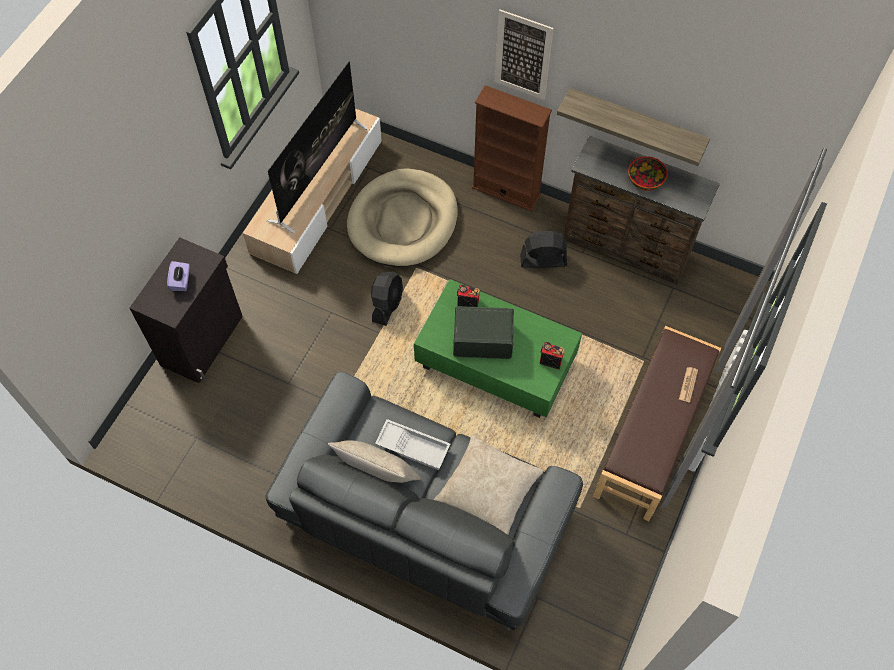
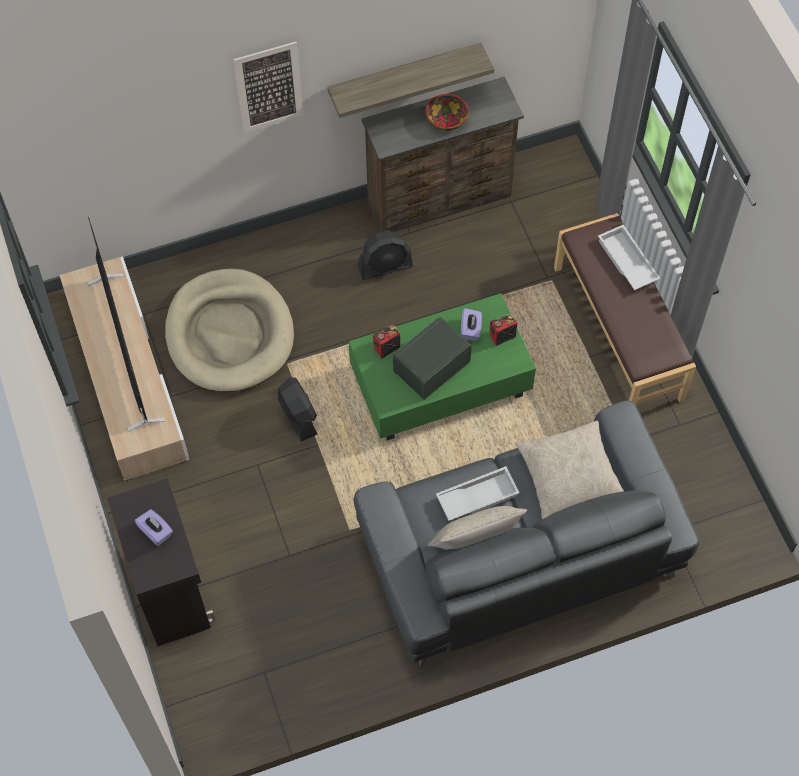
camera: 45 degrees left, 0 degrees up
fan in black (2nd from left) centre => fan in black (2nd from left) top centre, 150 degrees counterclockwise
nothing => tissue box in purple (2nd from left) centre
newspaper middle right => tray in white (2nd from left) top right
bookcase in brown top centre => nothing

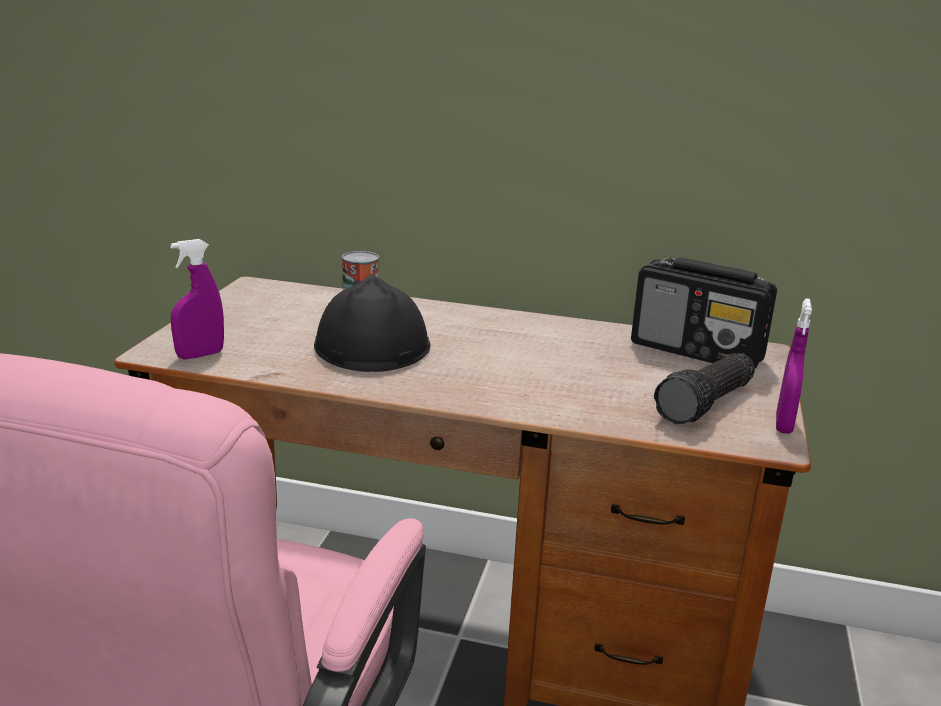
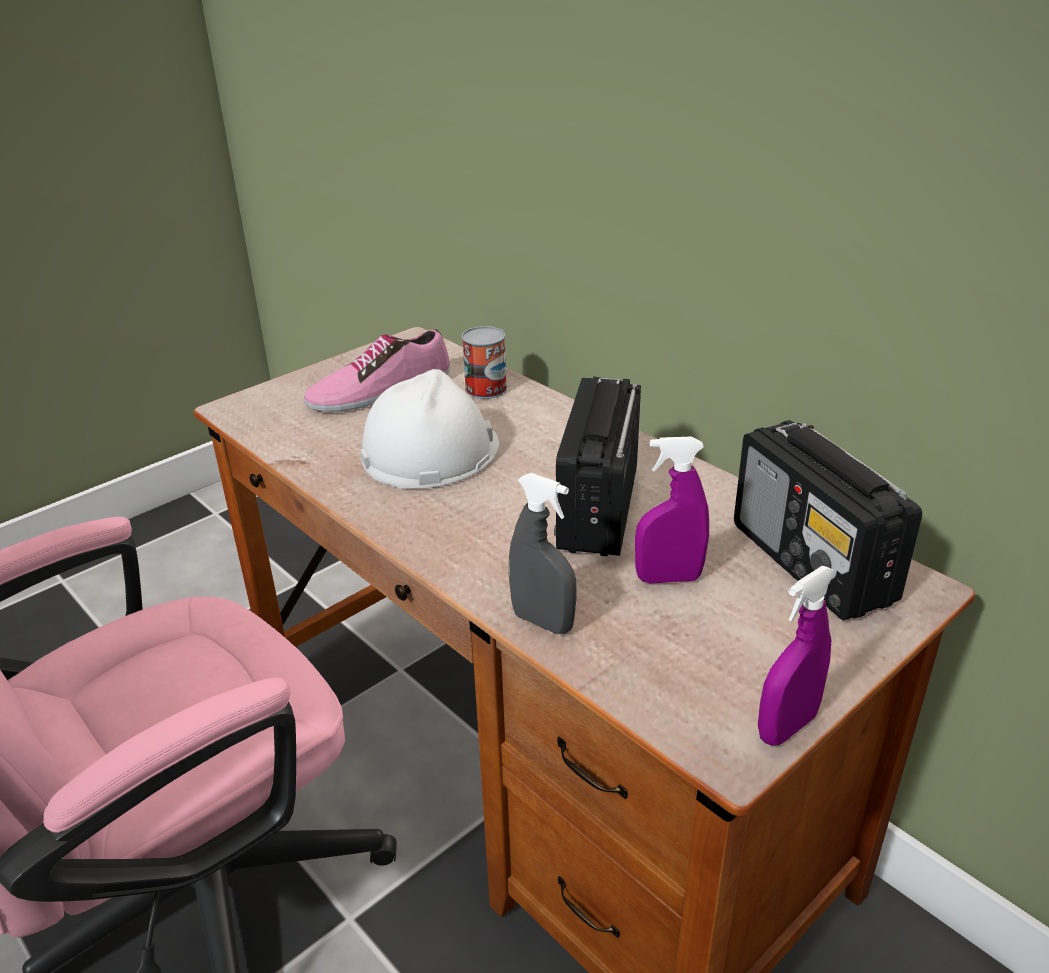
camera: 35 degrees right, 10 degrees up
nothing => shoe centre
hard hat in black centre => hard hat in white centre
nothing => spray bottle in grey centre
nothing => radio (1st from left) centre
spray bottle in purple (1st from left) middle left => spray bottle in purple (1st from left) centre, moved
flashlight middle right => nothing

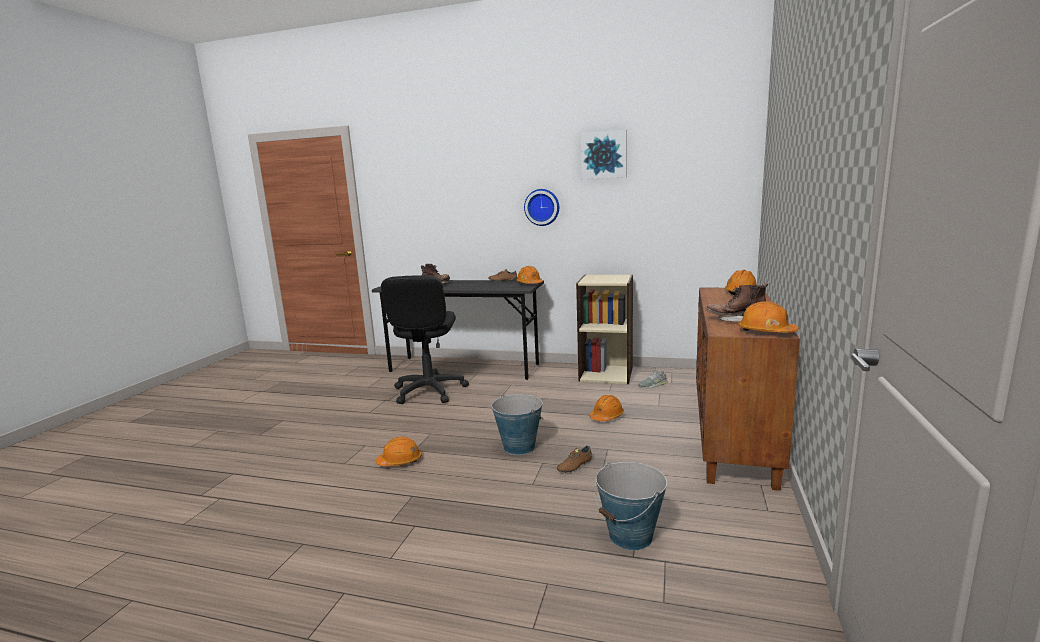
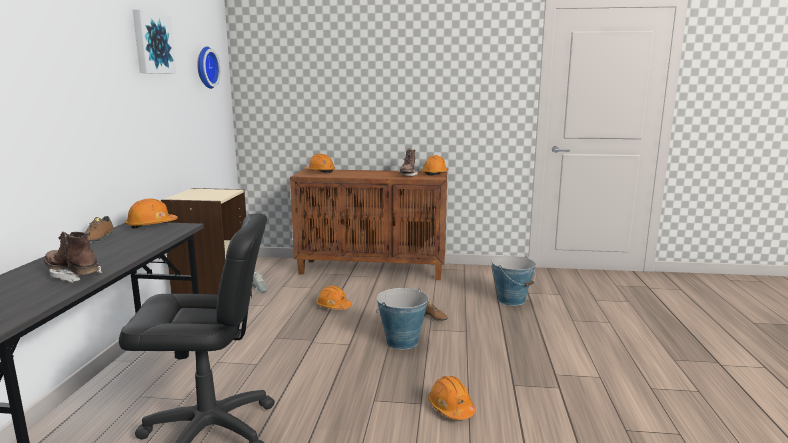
camera: 100 degrees left, 0 degrees up
wall clock top centre => wall clock top left, moved

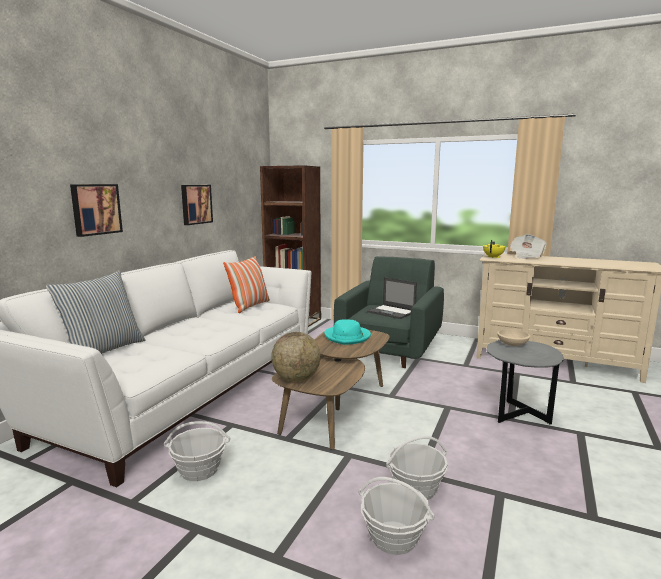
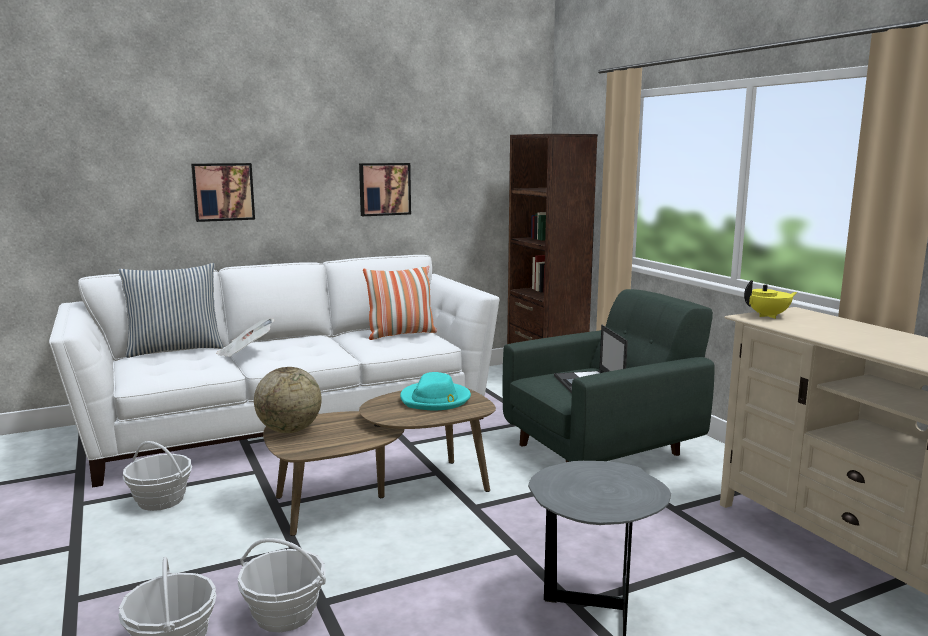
camera: 40 degrees right, 0 degrees up
newspaper middle right => newspaper middle left, moved
bowl in beige middle right => nothing

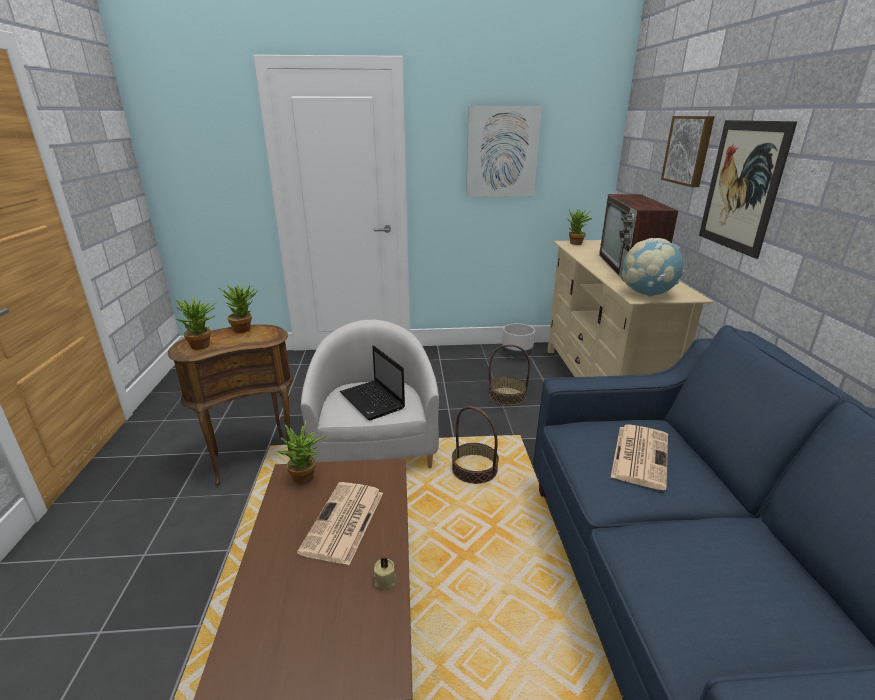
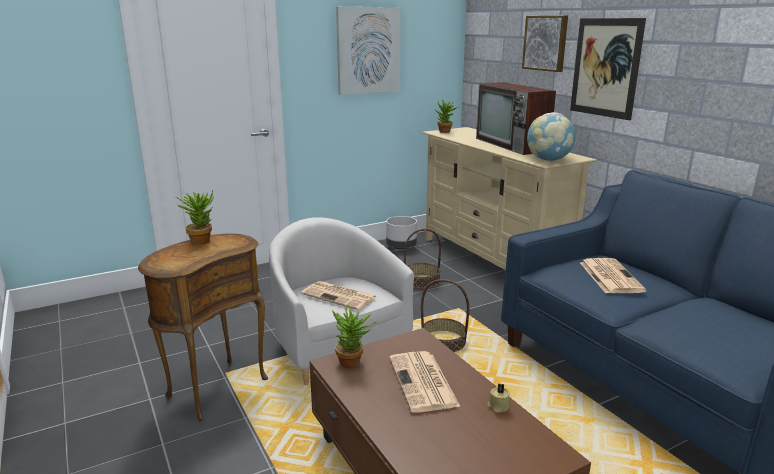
camera: 25 degrees left, 5 degrees down
laptop centre => newspaper (1st from left) centre
potted plant (1st from left) middle left => nothing

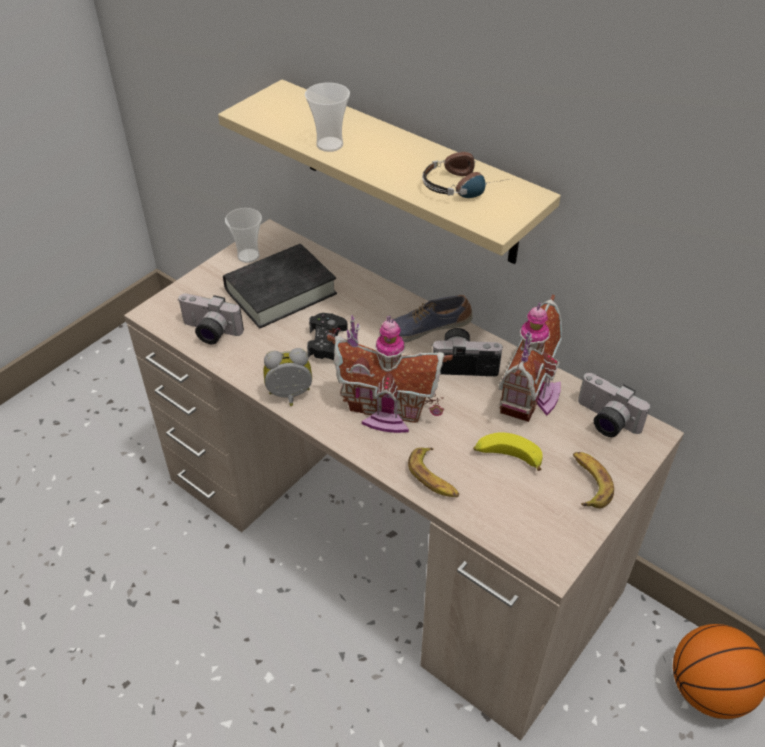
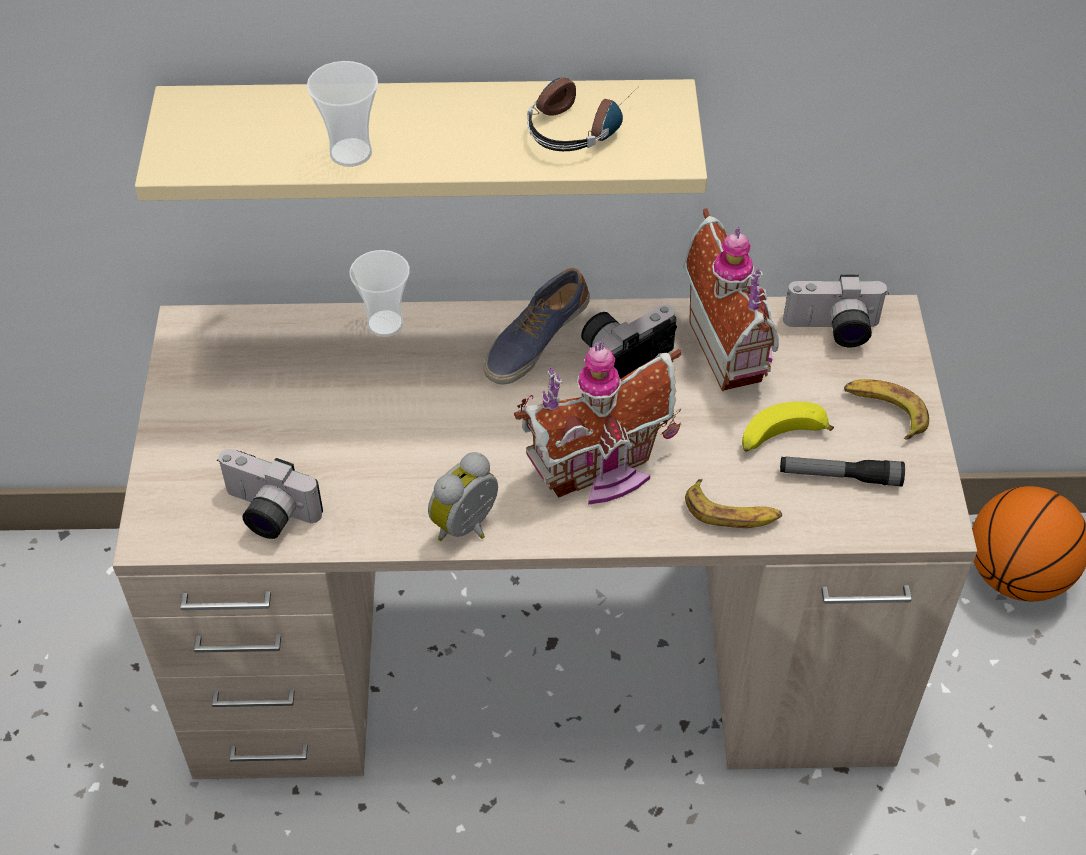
camera: 40 degrees left, 5 degrees up
photo camera (1st from left) middle left, 45 degrees clockwise
cup (1st from left in the first image) top left => cup (2nd from left) centre, moved
nothing => flashlight middle right
book in black centre => nothing
game controller in black centre => nothing

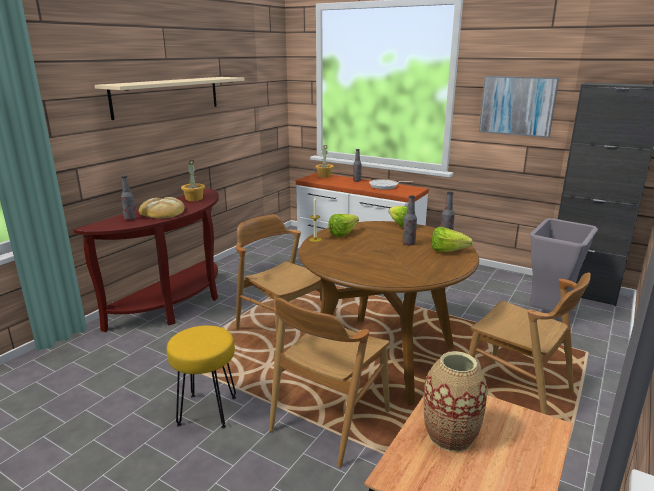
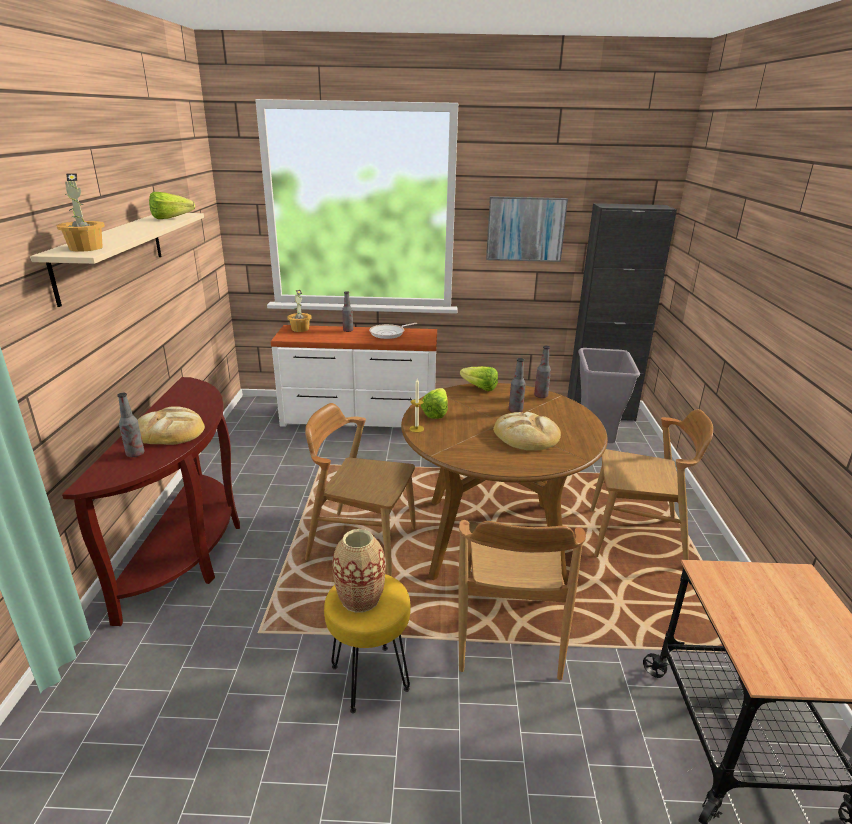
camera: 30 degrees left, 5 degrees up
potted plant (1st from left) middle left => potted plant (1st from left) top left, moved
lettuce (3rd from left in the first image) middle right => lettuce (1st from left) top left, moved
vase bottom right => vase bottom centre, moved
nothing => bread (2nd from left) centre

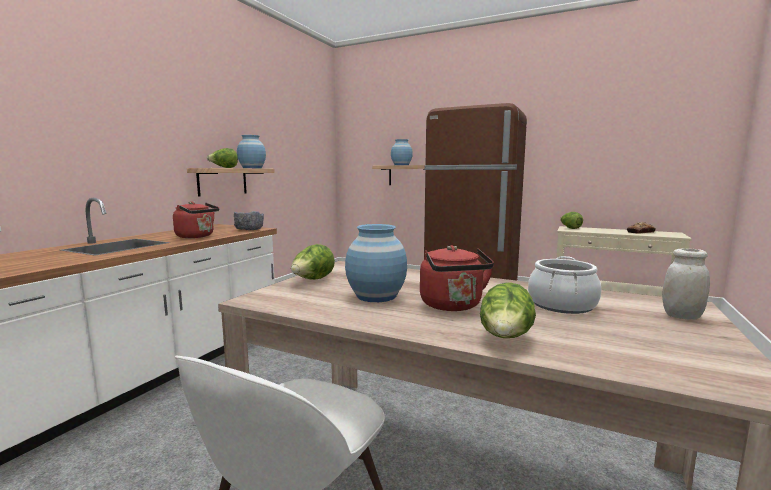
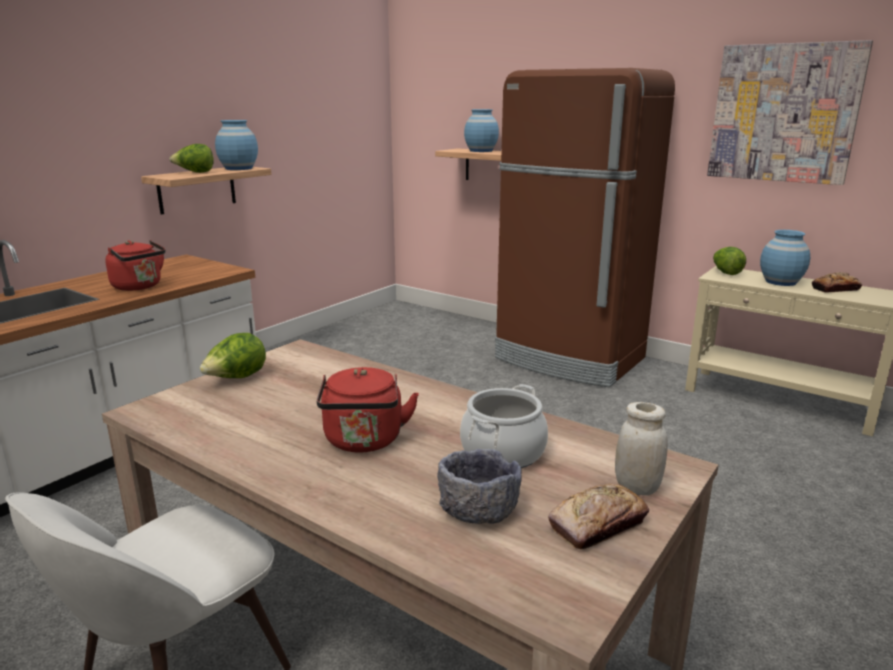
camera: 10 degrees right, 10 degrees up
bowl in grey middle left => bowl in grey bottom centre, moved
nothing => bread (1st from left) bottom right
nothing => picture top right
vase in blue (2nd from left in the first image) centre => vase in blue (3rd from left) middle right, moved
lettuce (3rd from left) centre => nothing

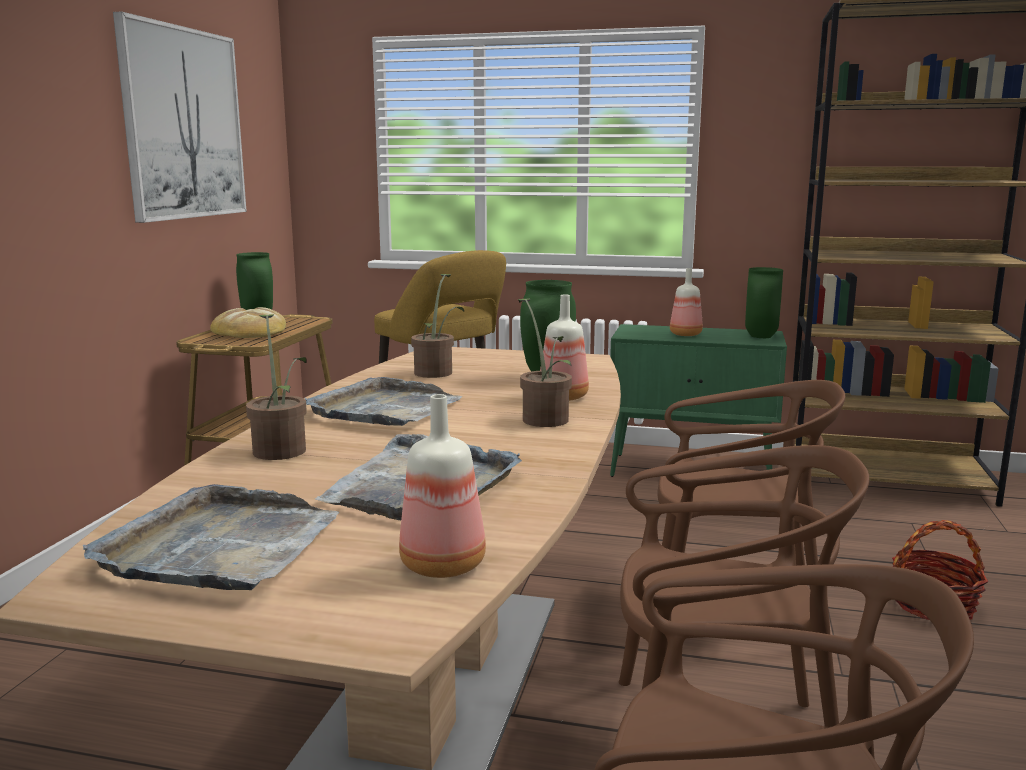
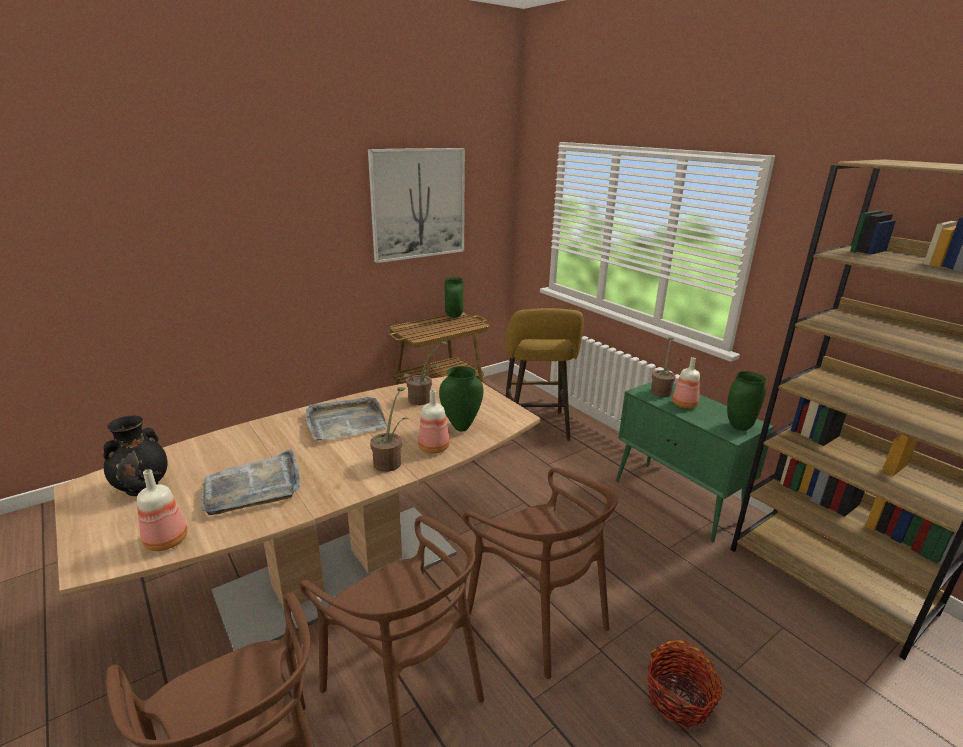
camera: 40 degrees right, 10 degrees up
tray in grey (1st from left) bottom left => vase in black middle left
potted plant (1st from left in the first image) middle left => potted plant (3rd from left) middle right, moved
bread middle left => nothing

